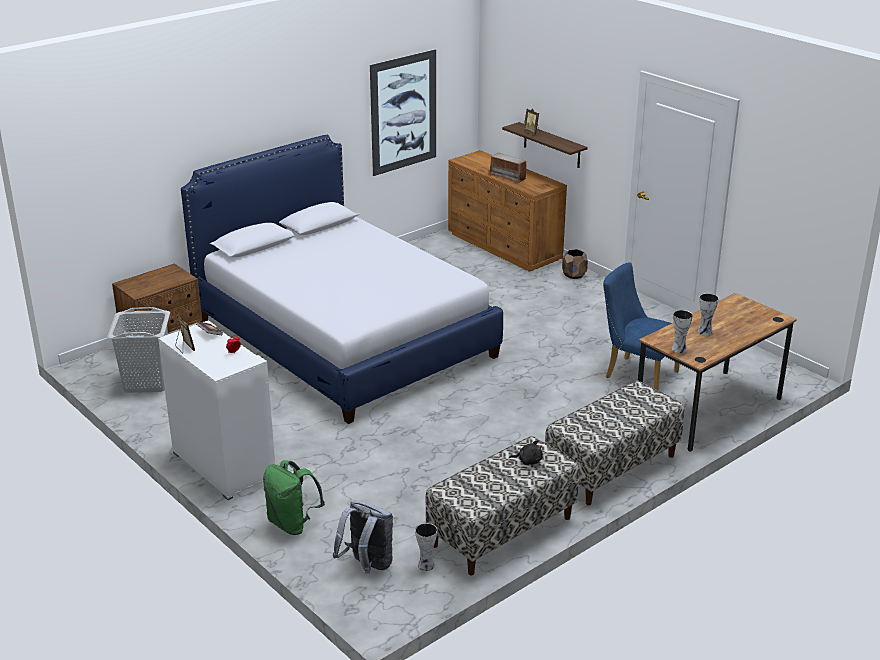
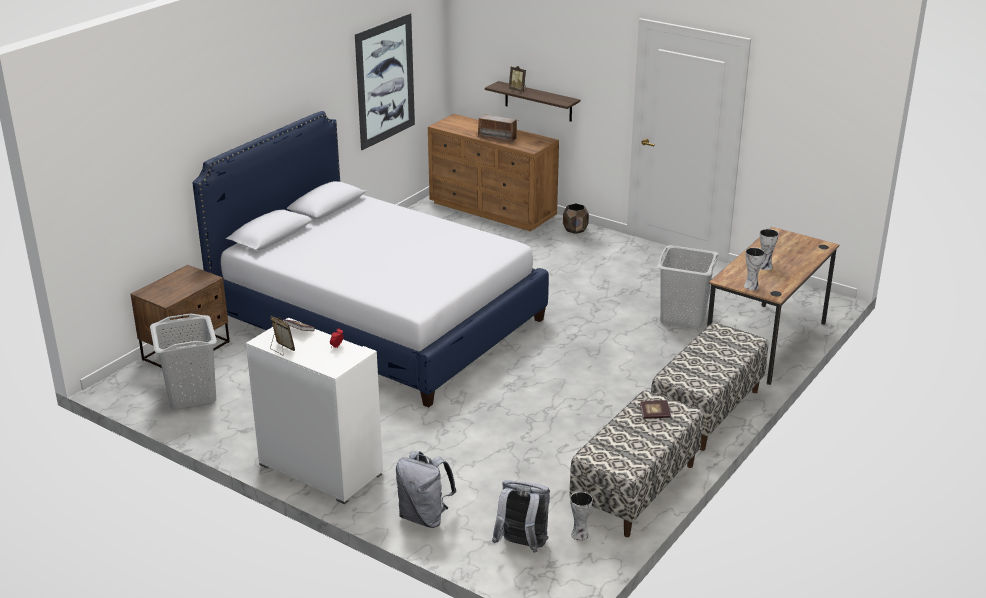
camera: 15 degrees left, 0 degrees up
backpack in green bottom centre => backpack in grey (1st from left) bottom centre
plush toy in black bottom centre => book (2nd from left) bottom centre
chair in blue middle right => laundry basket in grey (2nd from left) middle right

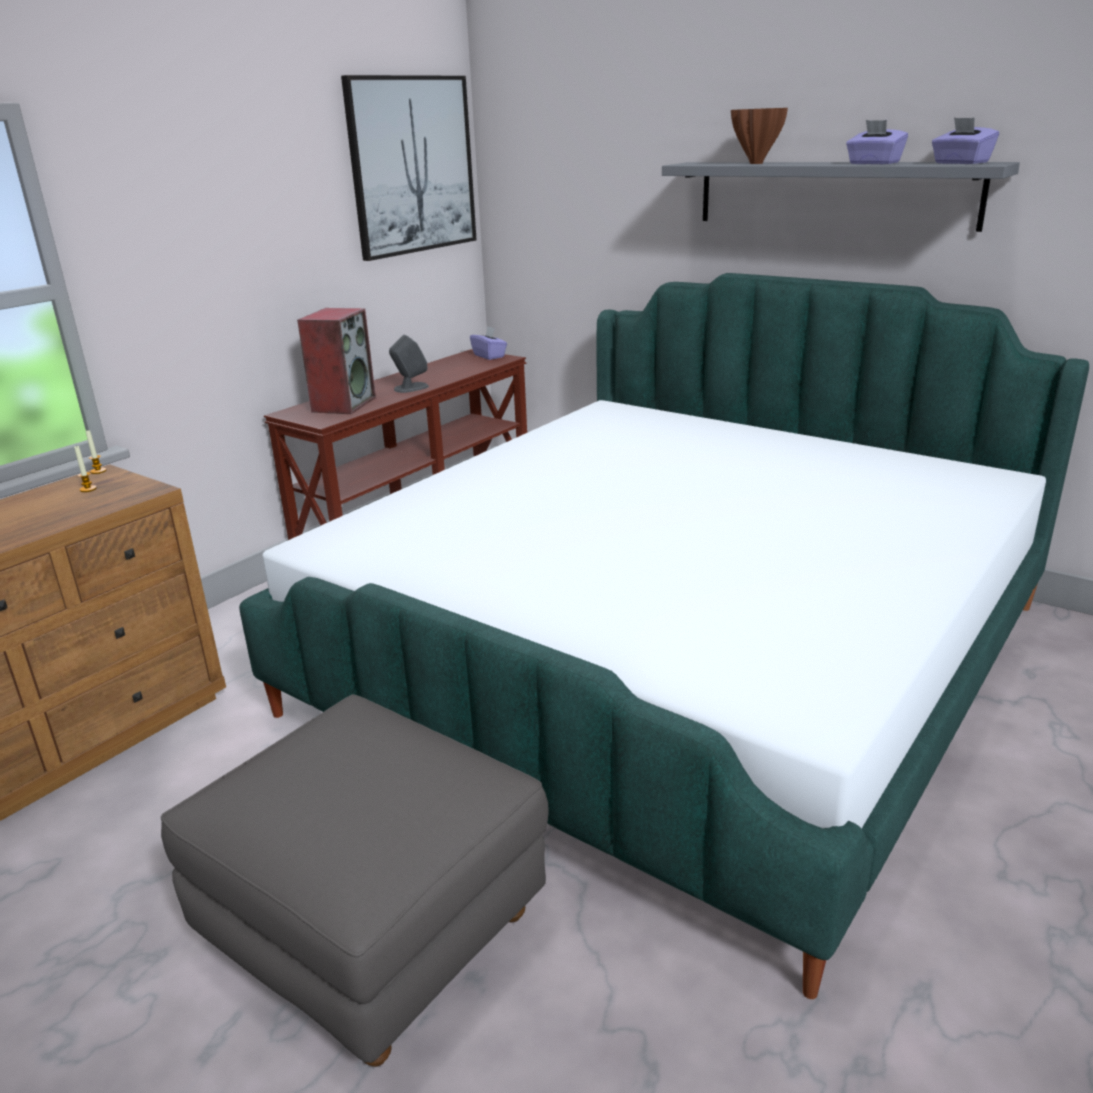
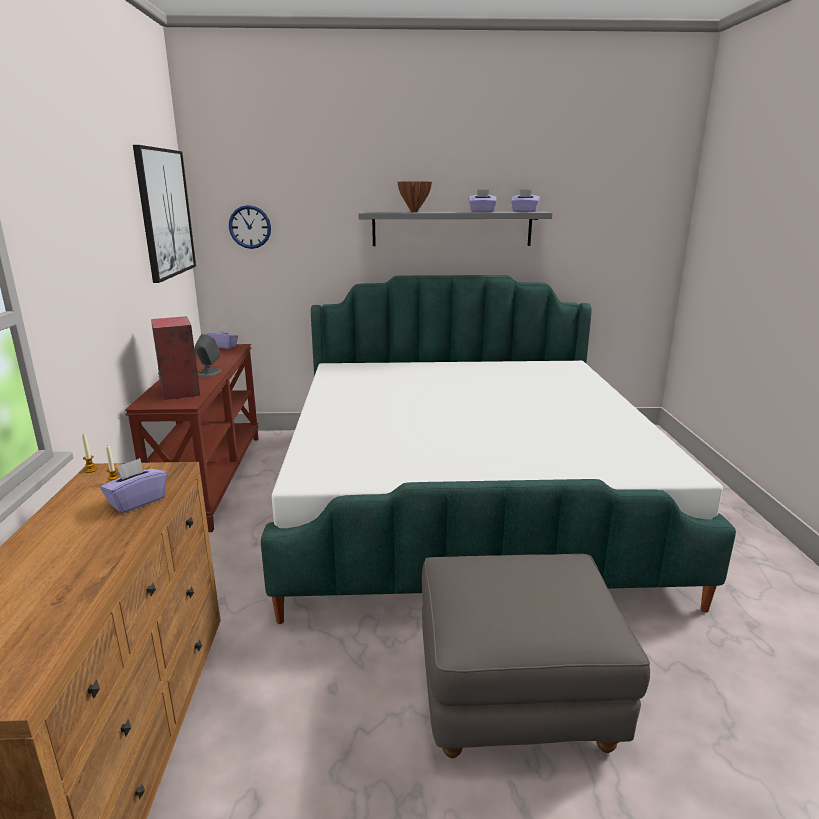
camera: 40 degrees left, 5 degrees down
nothing => tissue box in purple (1st from left) middle left
nothing => wall clock top left

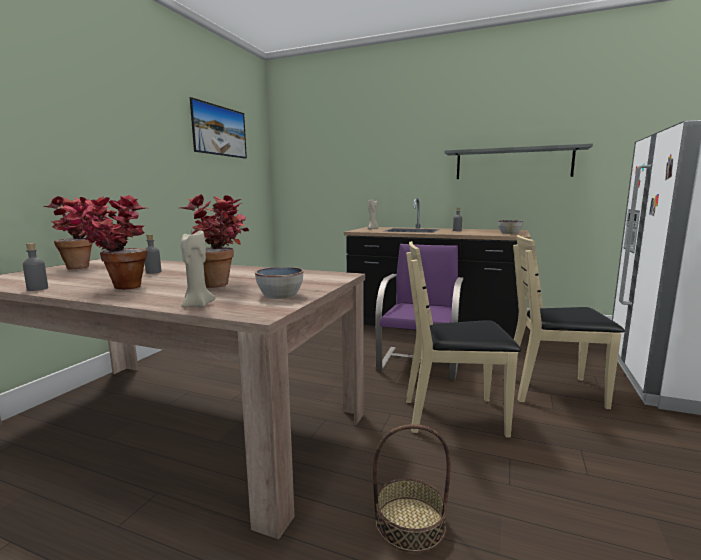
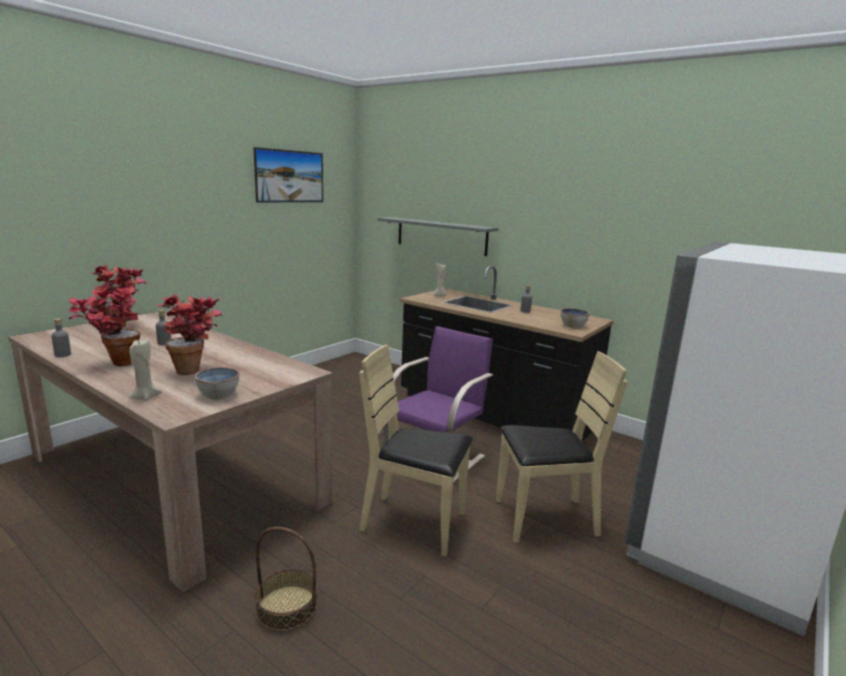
camera: 15 degrees right, 5 degrees up
shelf in grey top right => shelf in grey centre, moved
chair in beige (2nd from left) middle right => chair in beige (2nd from left) centre, 150 degrees clockwise

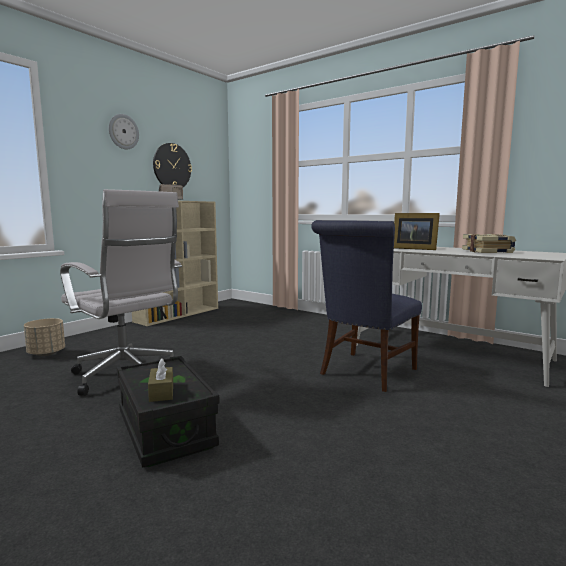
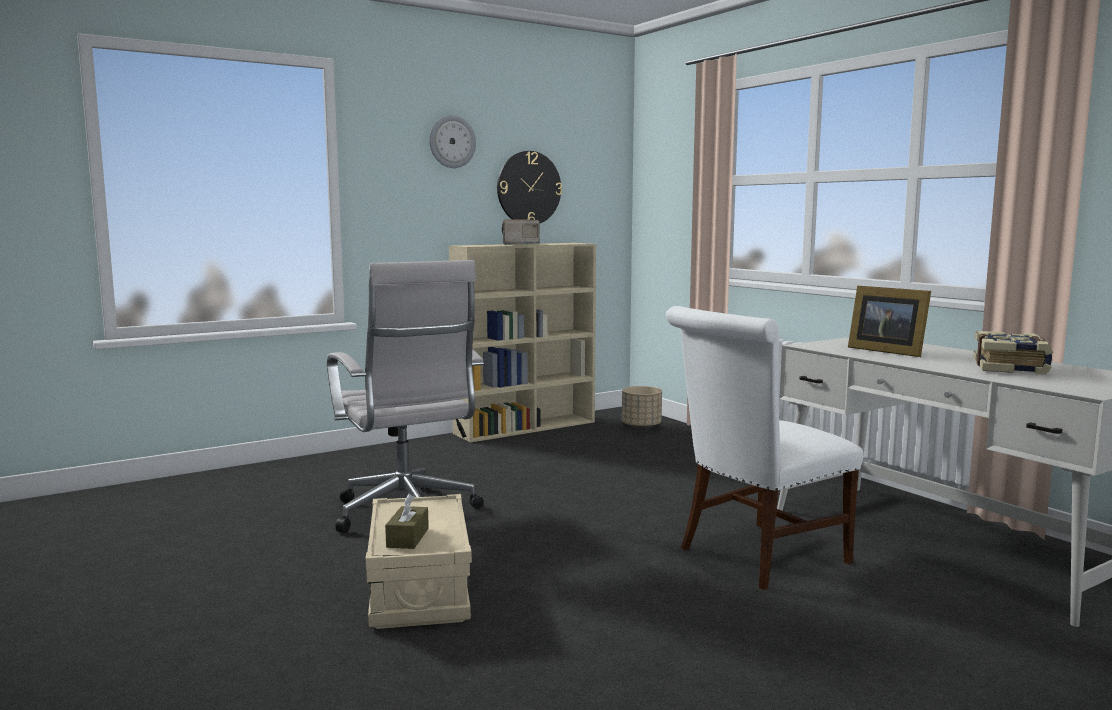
camera: 20 degrees right, 0 degrees up
storage box in black bottom left => storage box in beige bottom centre
planter in beige middle left => planter in beige centre, moved
chair in blue centre => chair in white middle right

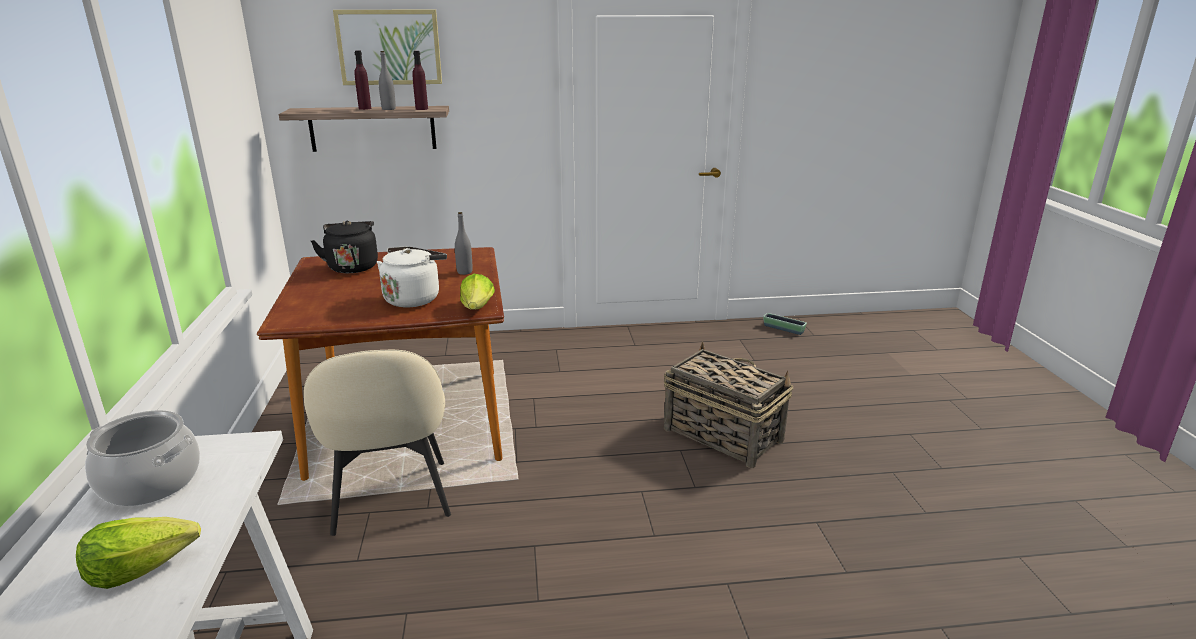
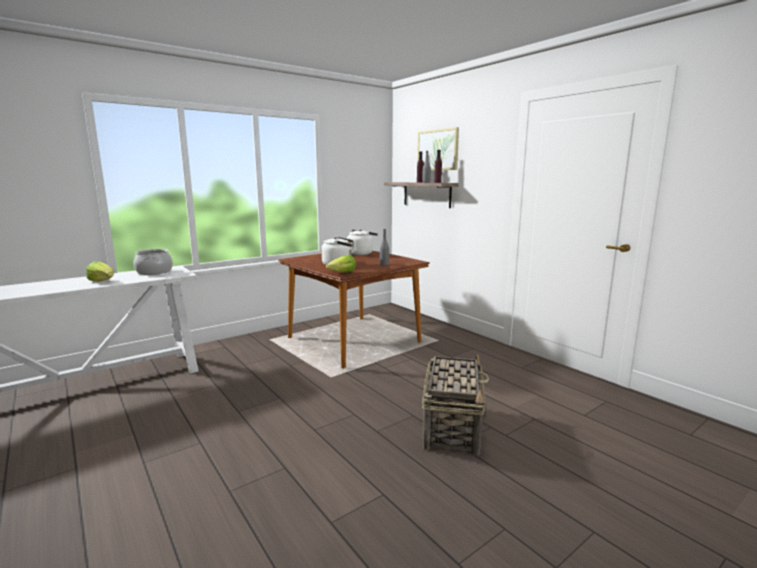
camera: 60 degrees right, 10 degrees down
kettle in black middle left => kettle in white (2nd from left) centre
chair in beige bottom left => nothing
planter centre => nothing

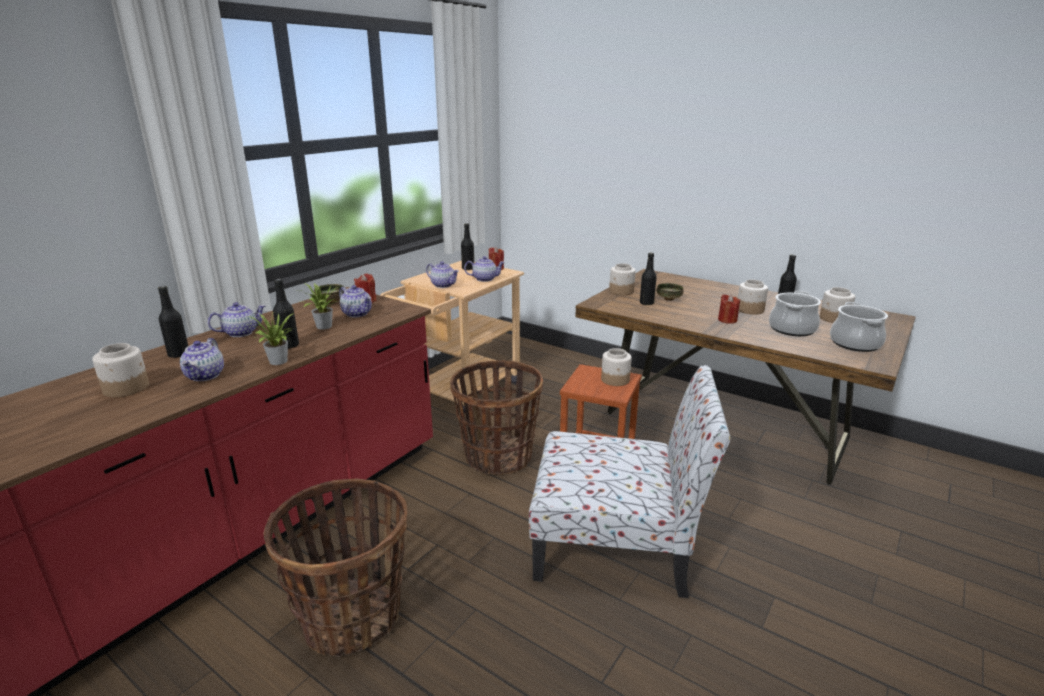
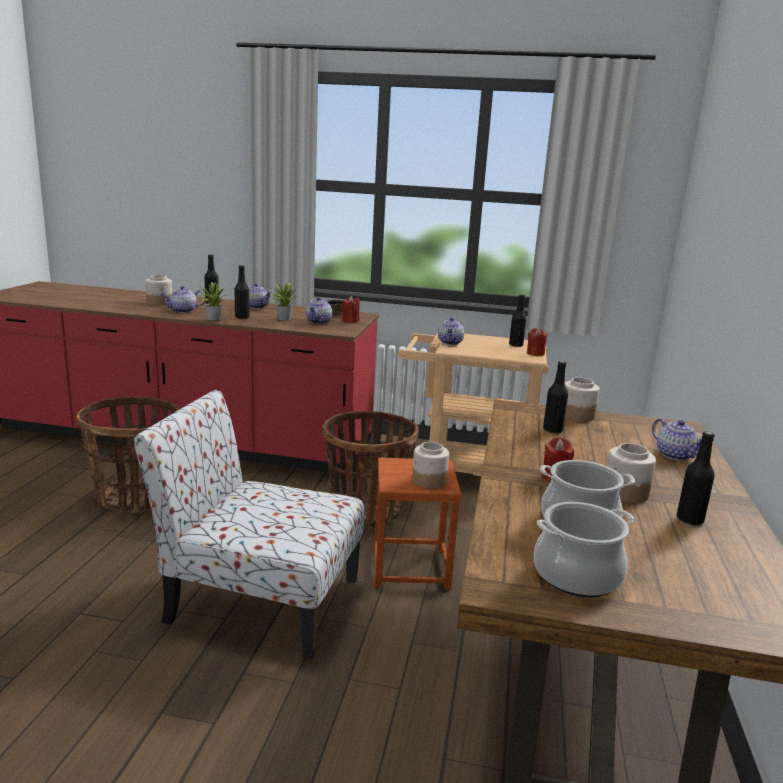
camera: 65 degrees right, 5 degrees down
chair bottom centre => chair bottom left, 120 degrees clockwise
teapot (5th from left) centre => teapot (5th from left) middle right, moved
bowl (2nd from left) centre => nothing
jar (5th from left) middle right => nothing

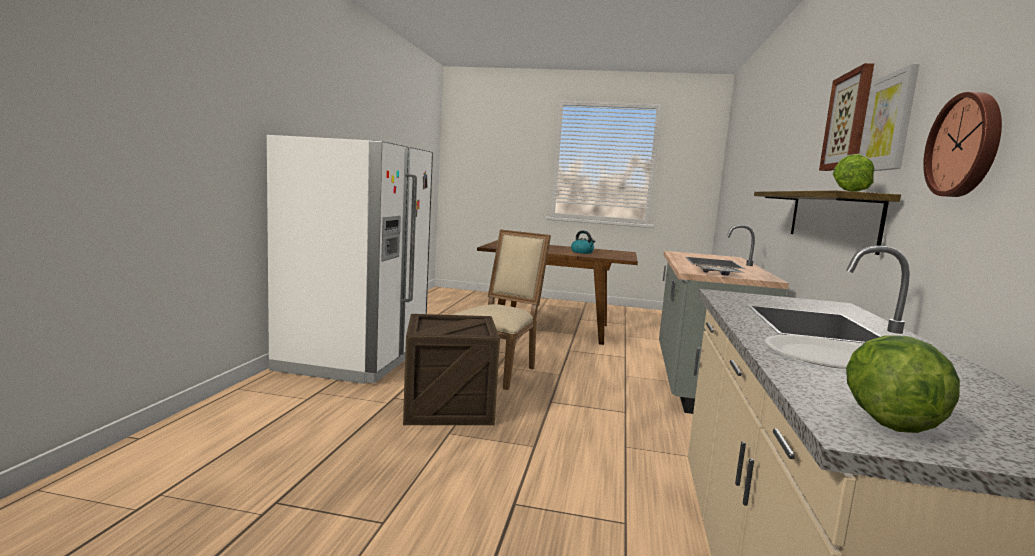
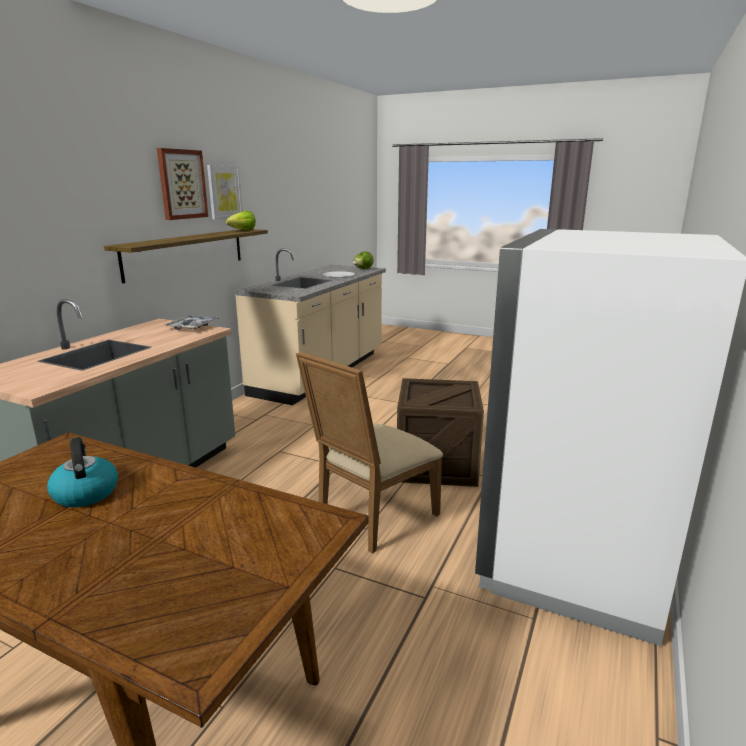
camera: 165 degrees left, 10 degrees up
wall clock top right => nothing

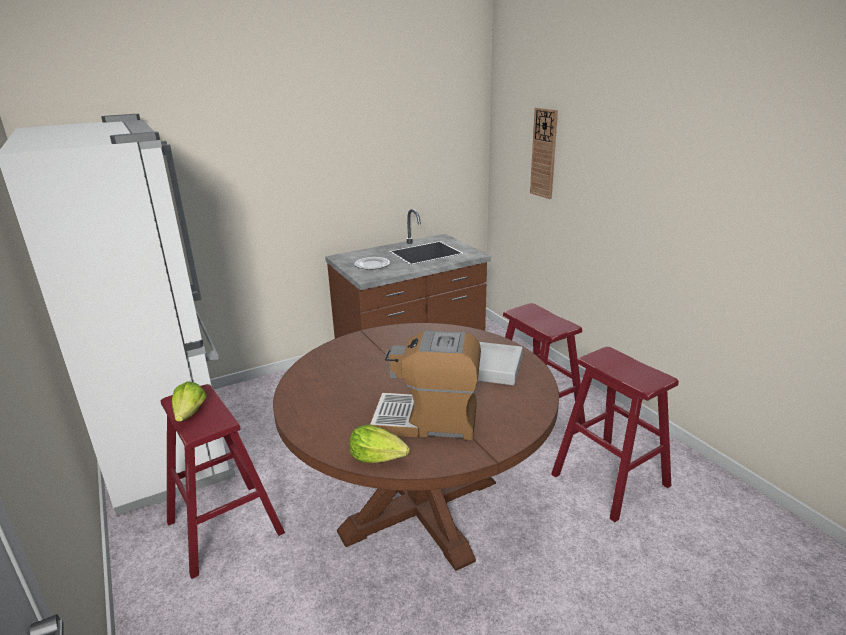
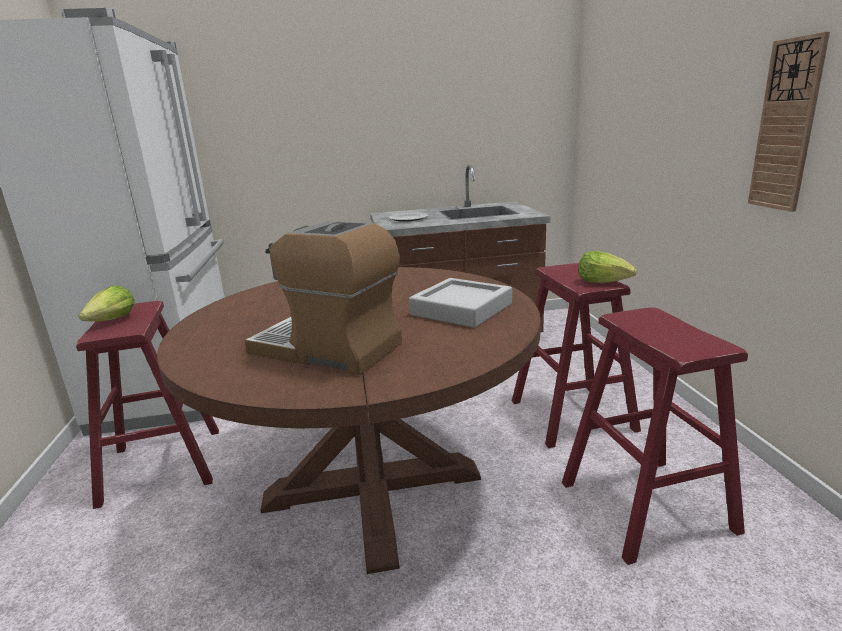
camera: 20 degrees right, 5 degrees down
lettuce (2nd from left) bottom centre => lettuce (2nd from left) middle right, moved
wall clock top centre => wall clock top right, moved

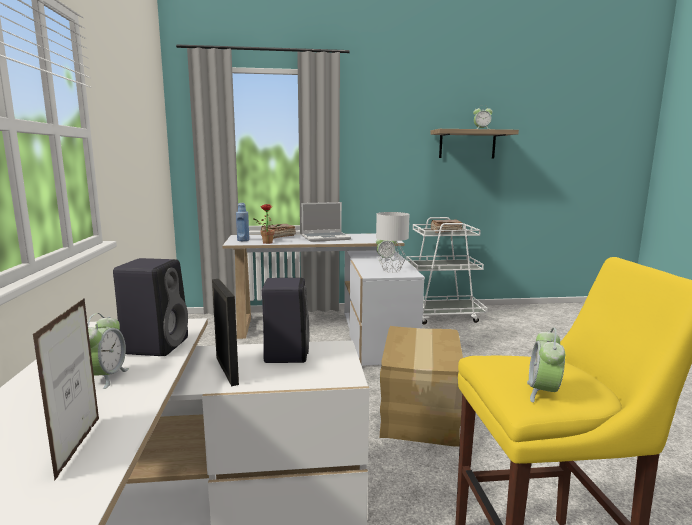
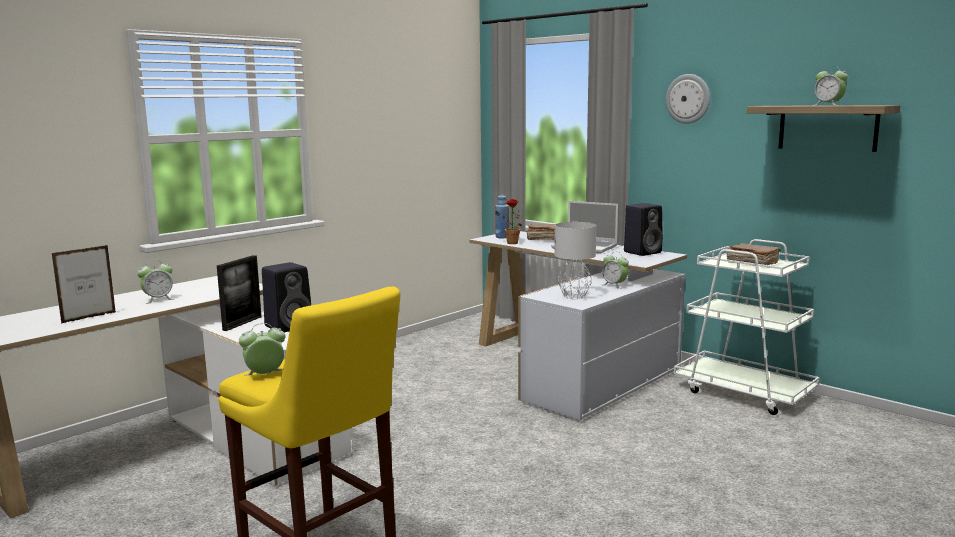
camera: 50 degrees right, 0 degrees up
speaker in black (1st from left in the first image) middle left => speaker in black (2nd from left) middle right, moved
nothing => wall clock top right
cardboard box bottom centre => nothing

